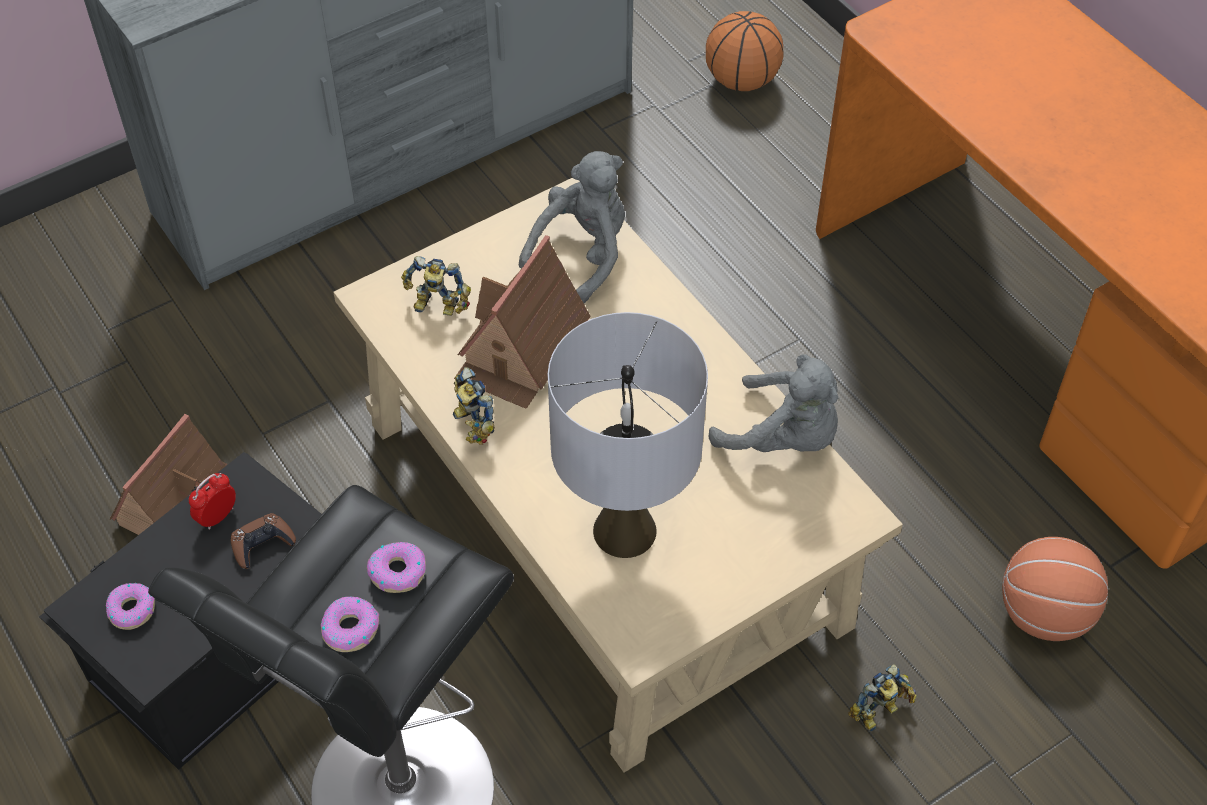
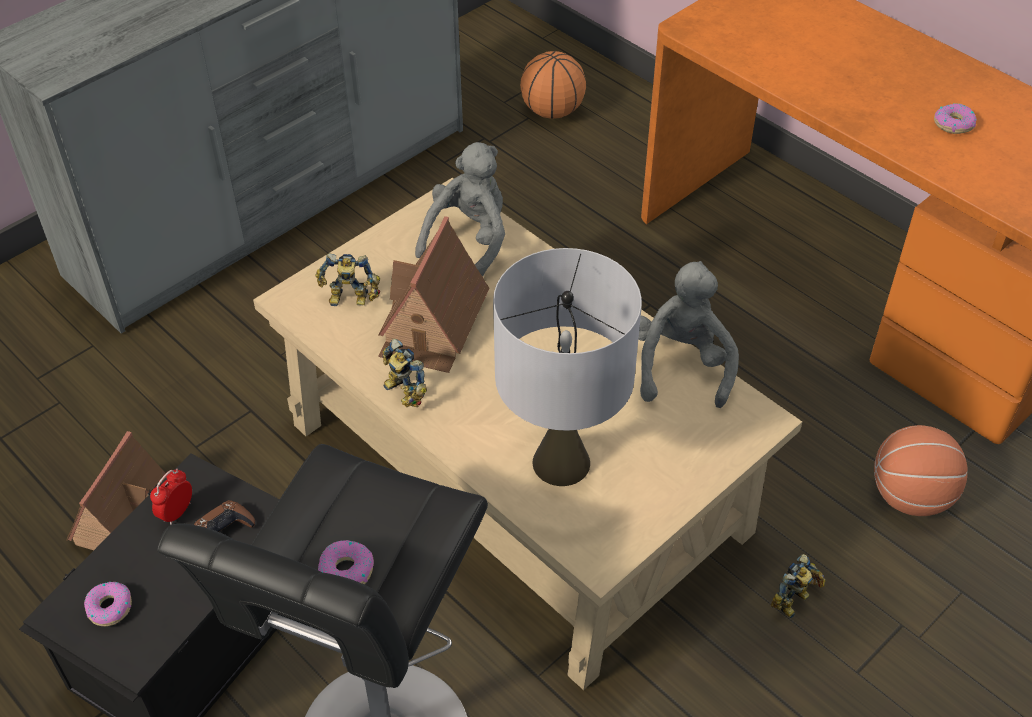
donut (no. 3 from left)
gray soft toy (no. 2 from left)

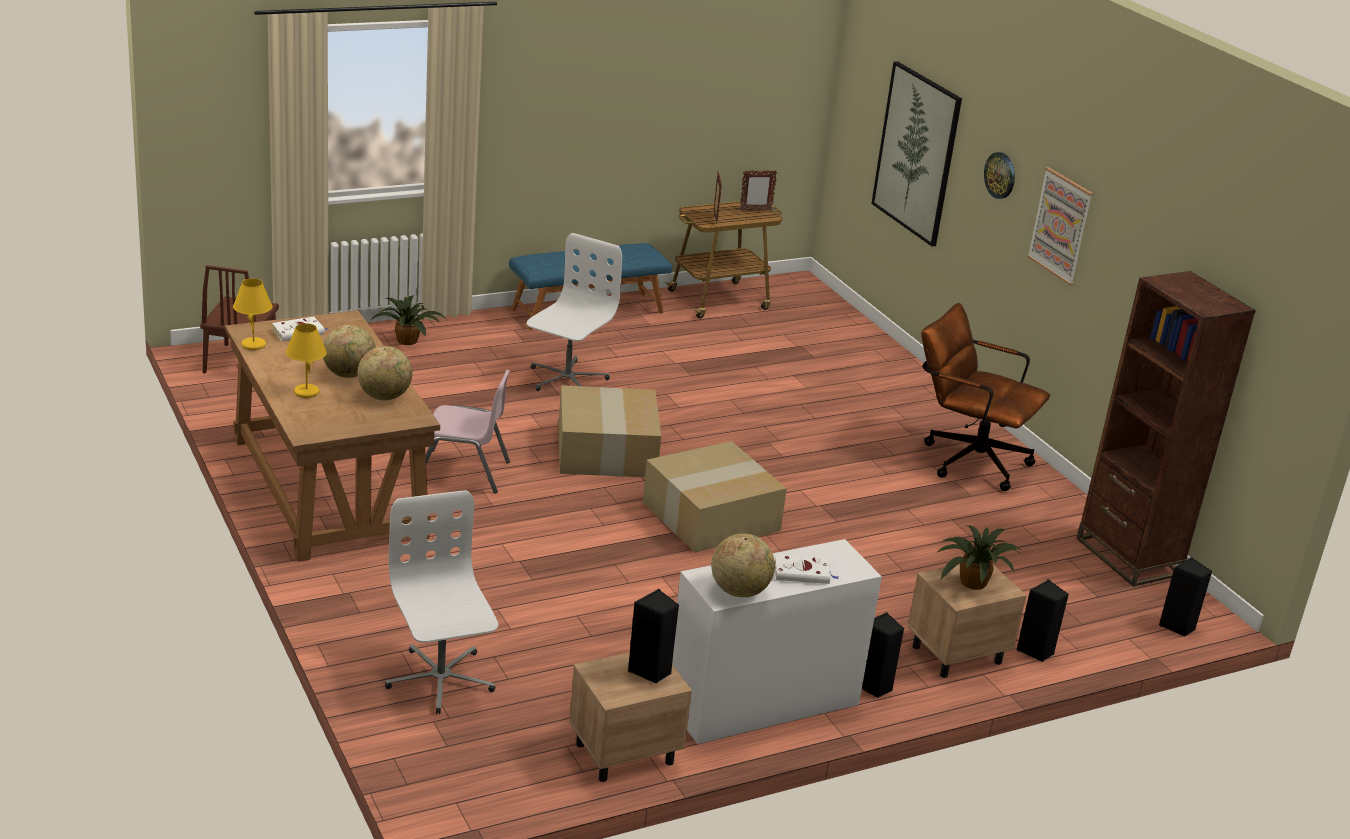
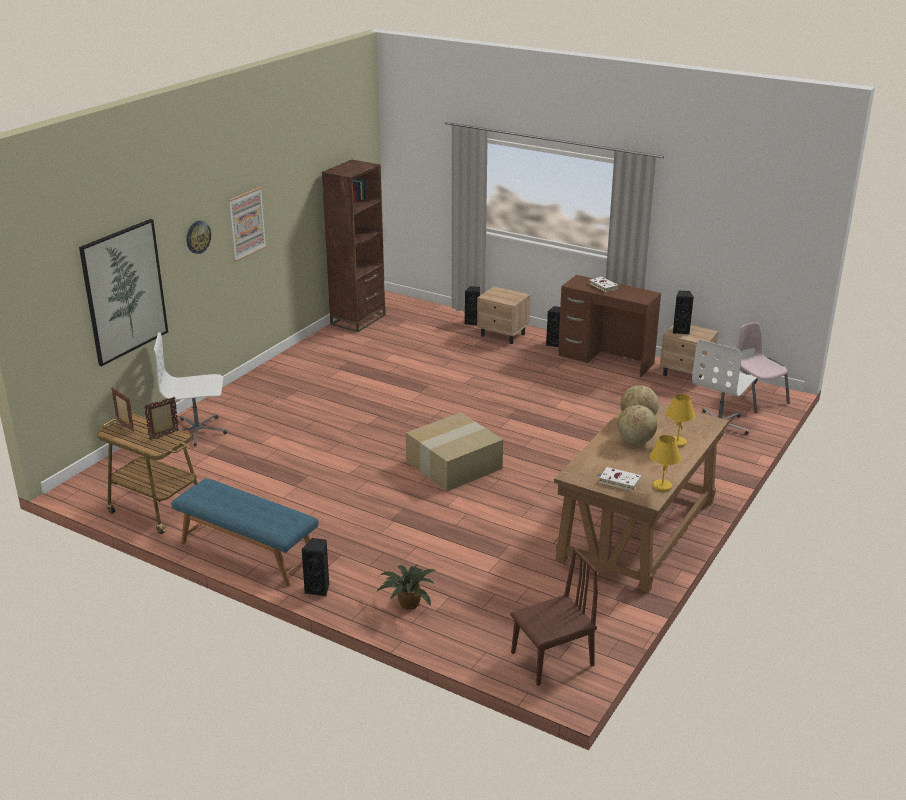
carton (no. 2 from left in the first image)
world globe (no. 3 from left in the first image)
brown-coloured computer chair
houseplant (no. 2 from left in the first image)
pink plain chair
white computer chair (no. 1 from left)
blackish loudspeaker (no. 1 from left)
brown-coloured desk unit (no. 1 from left)

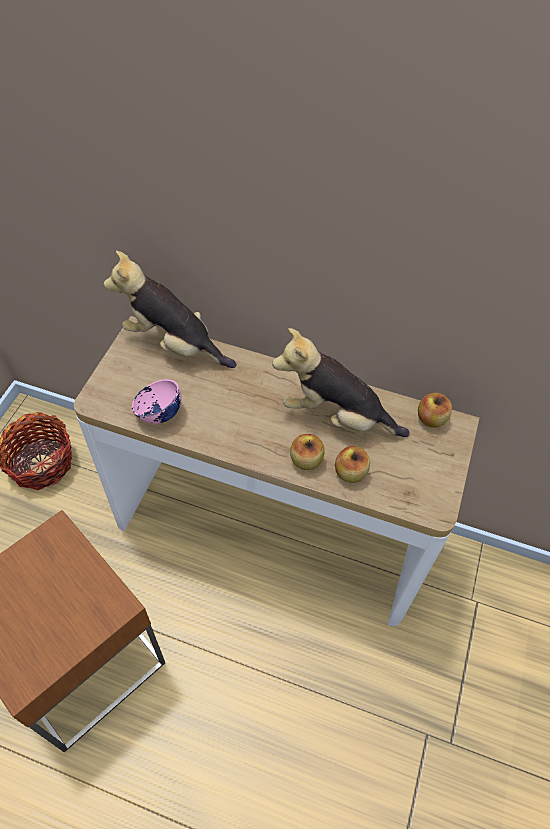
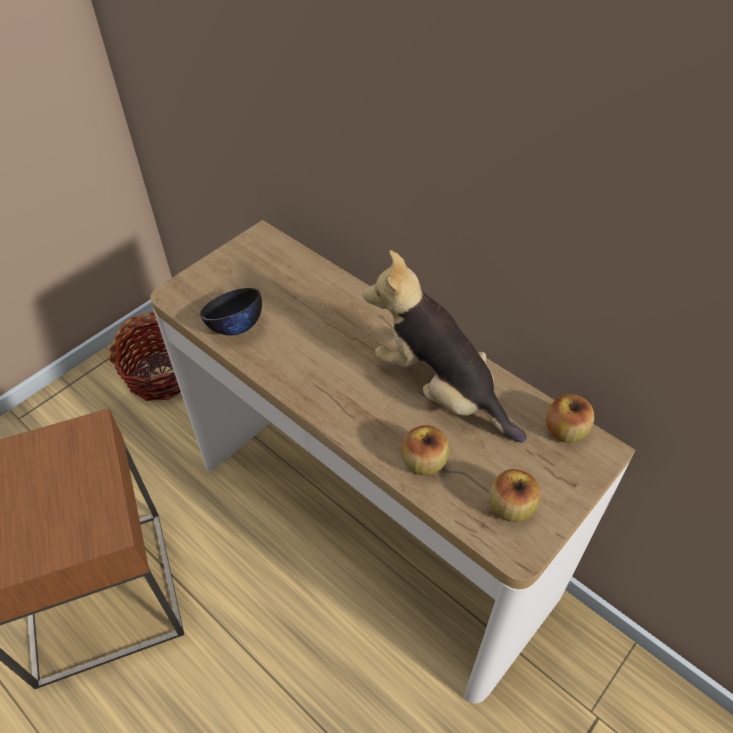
soft toy (no. 1 from left in the first image)
apple (no. 2 from left)
blackish bowl

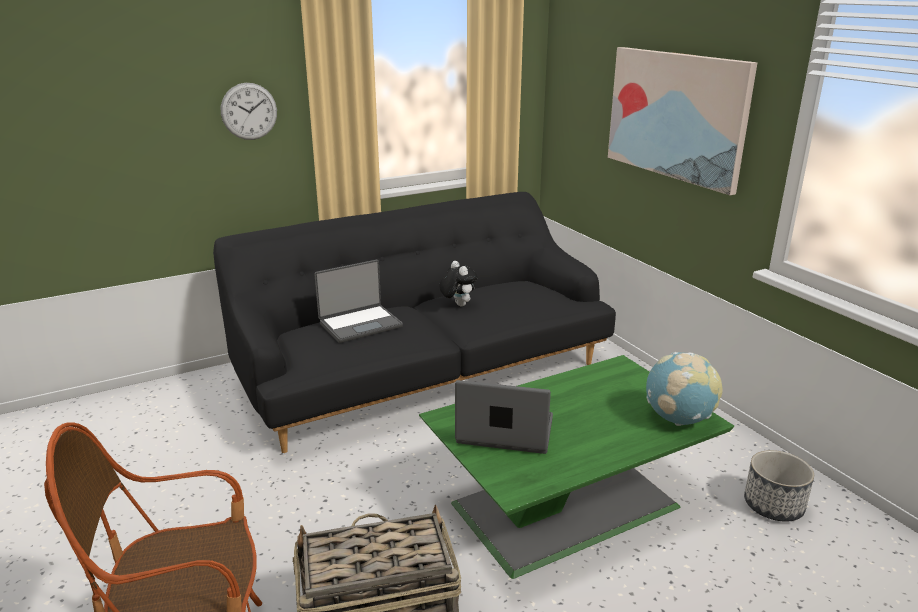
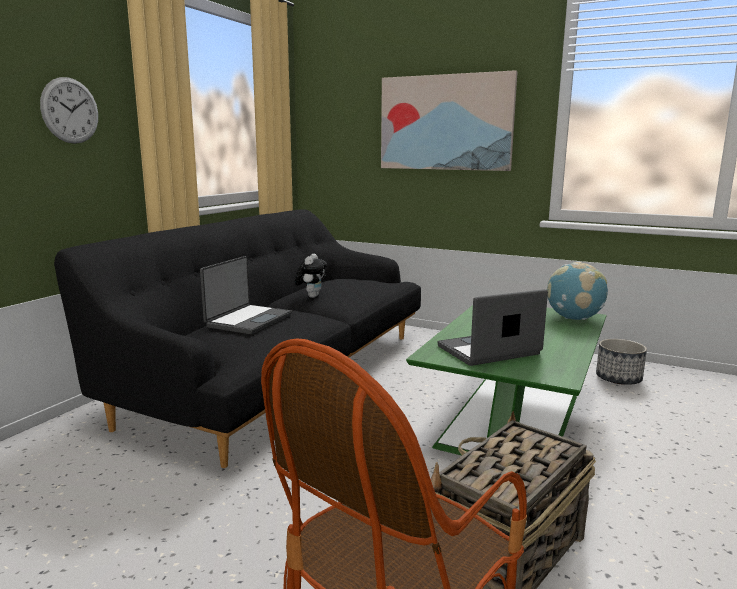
soft toy

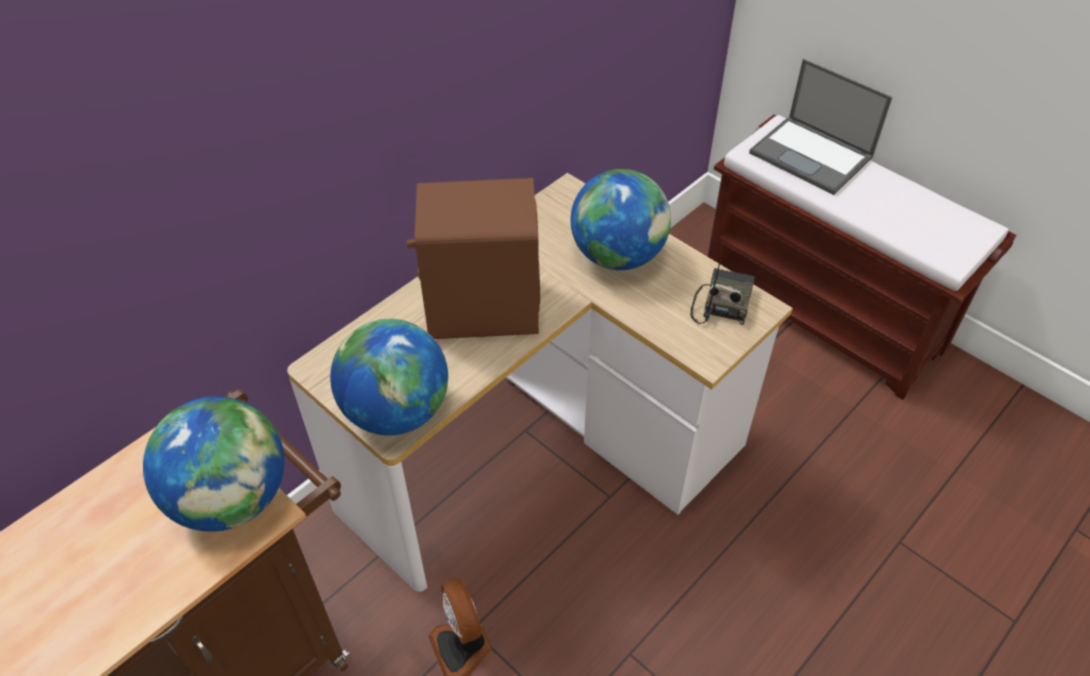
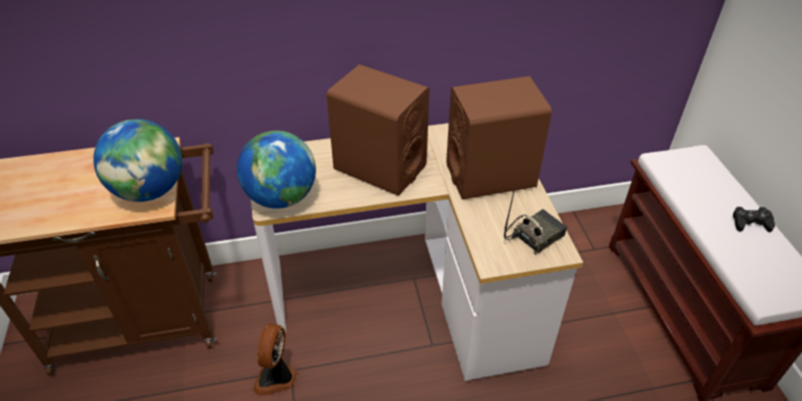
portable computer
blackish joypad
brown-coloured loudspeaker (no. 2 from left)

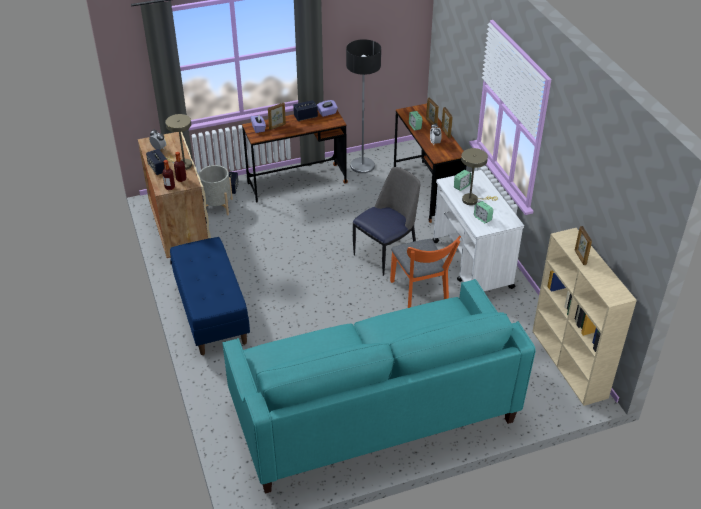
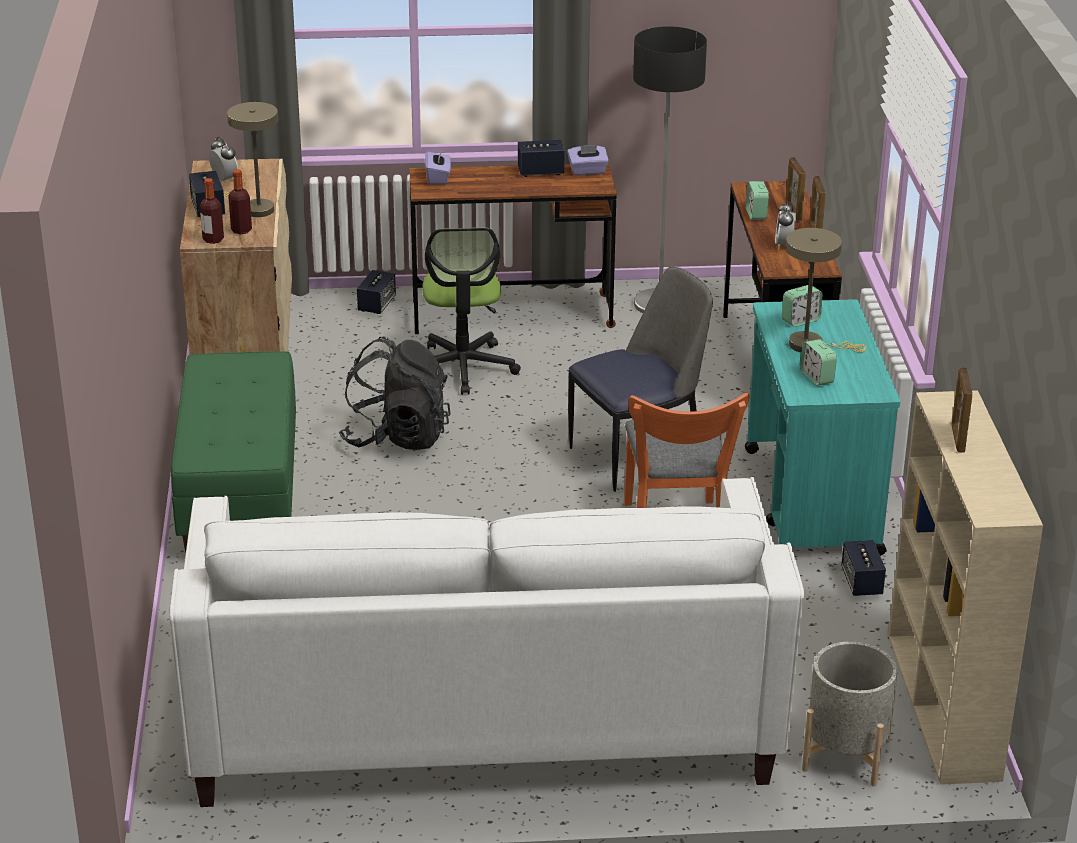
picture frame (no. 1 from left in the first image)
blackish knapsack
computer chair
loudspeaker (no. 4 from left)
gray plant pot
greenish long seat
white settee
turquoise trolley

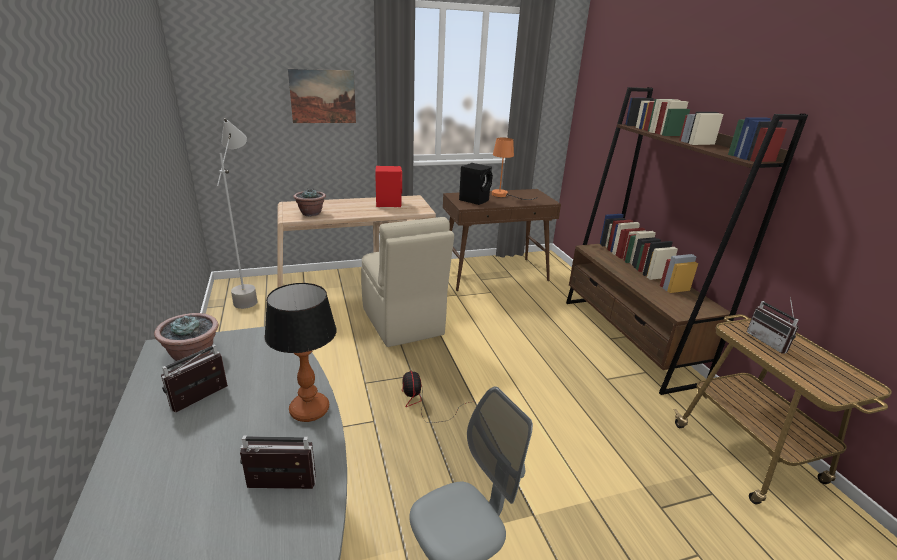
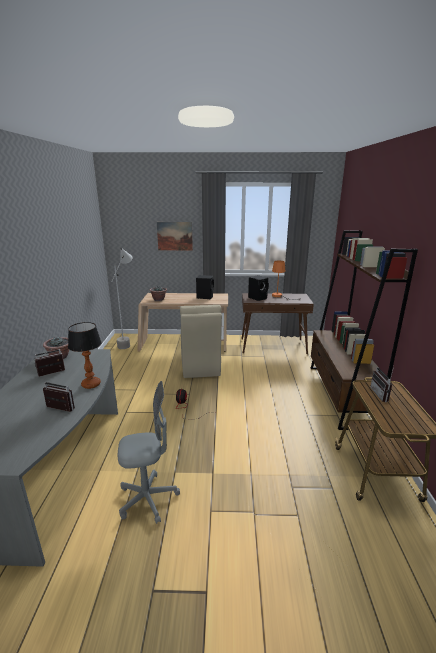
blackish loudspeaker (no. 1 from left)

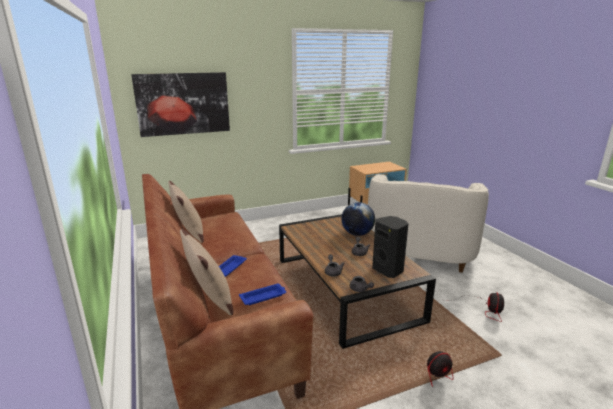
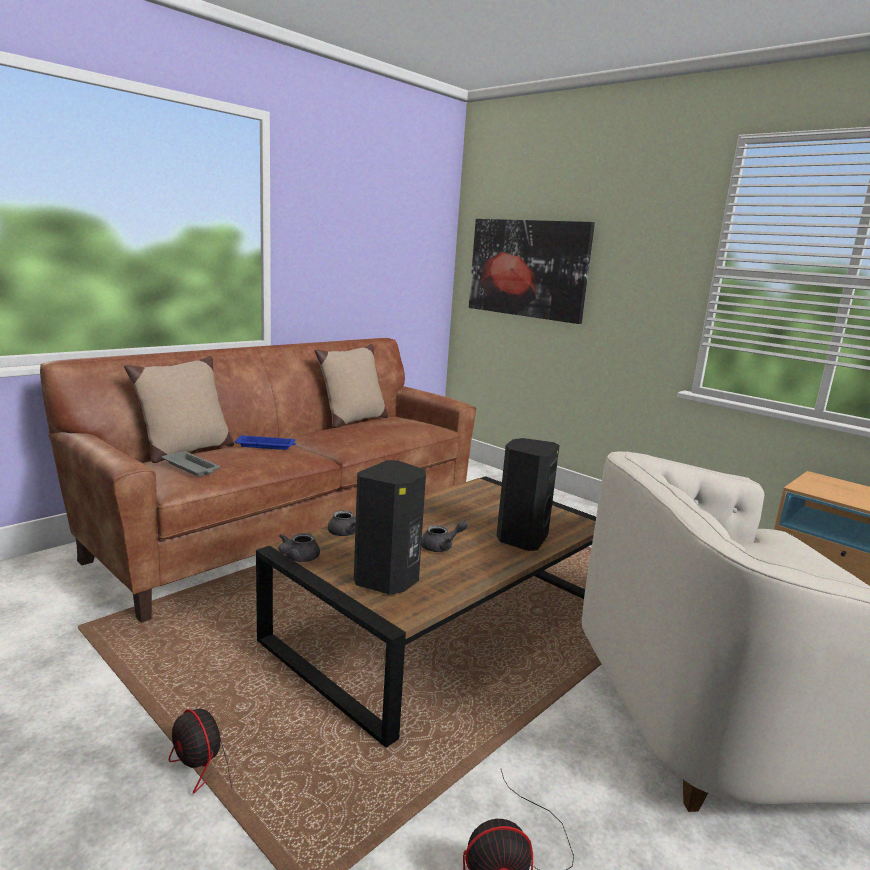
blackish loudspeaker (no. 2 from left)
gray serving tray

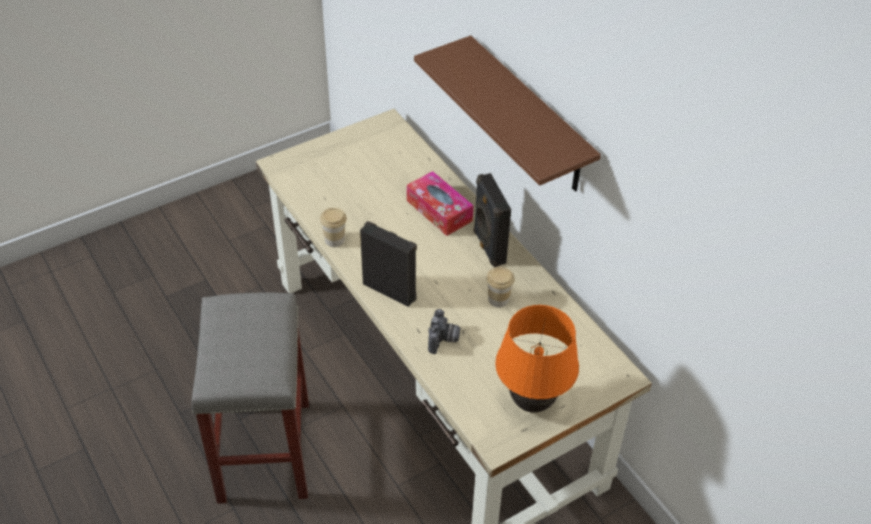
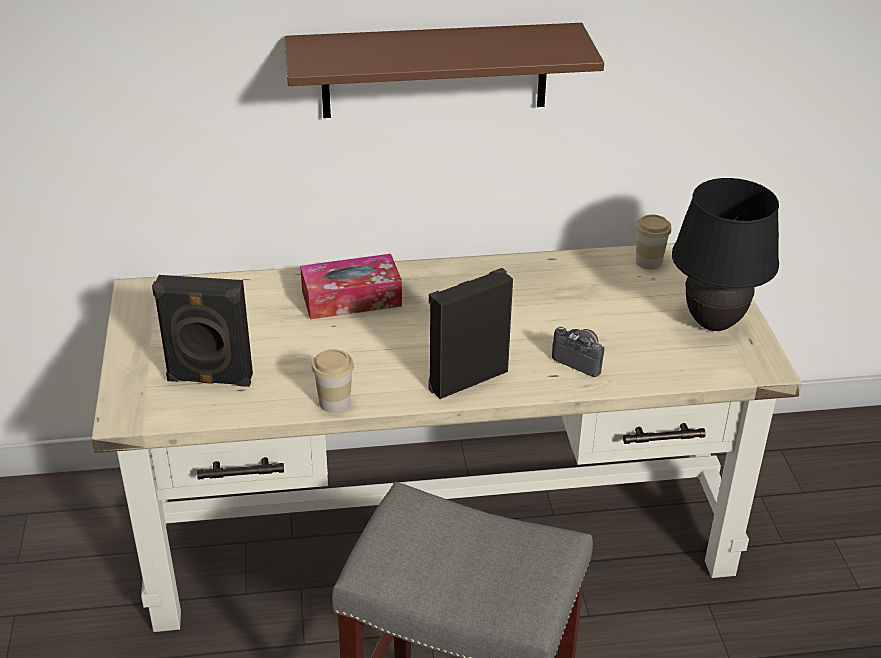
blackish loudspeaker (no. 1 from left)
cup (no. 2 from left)
blackish table lamp

